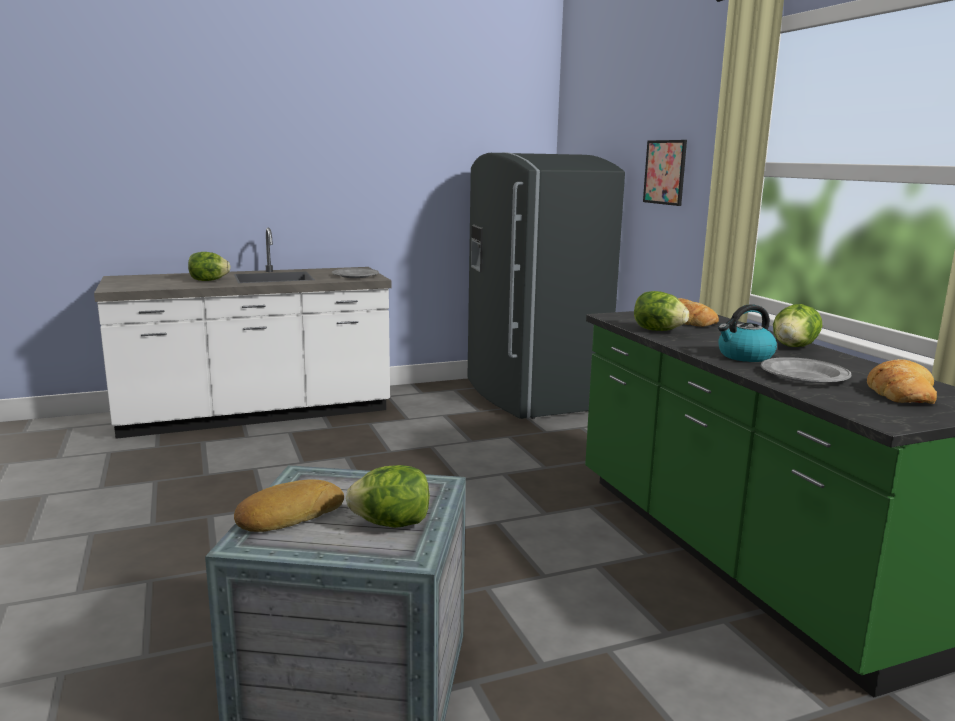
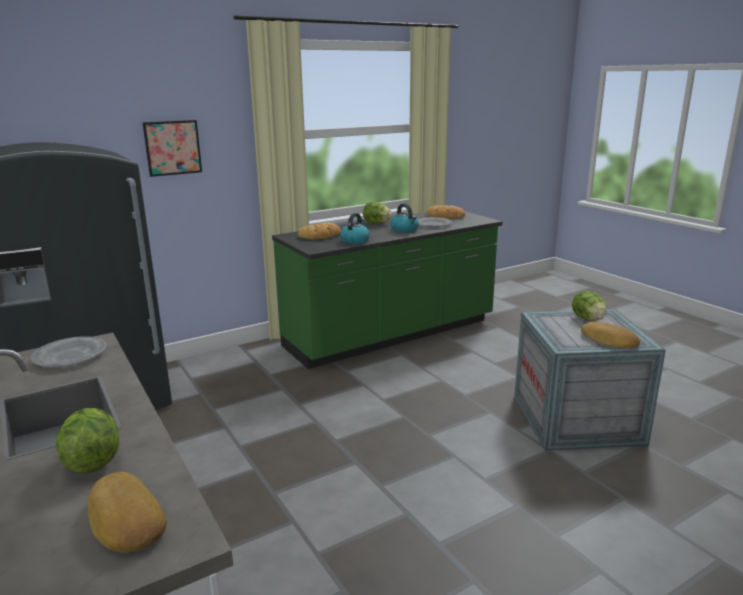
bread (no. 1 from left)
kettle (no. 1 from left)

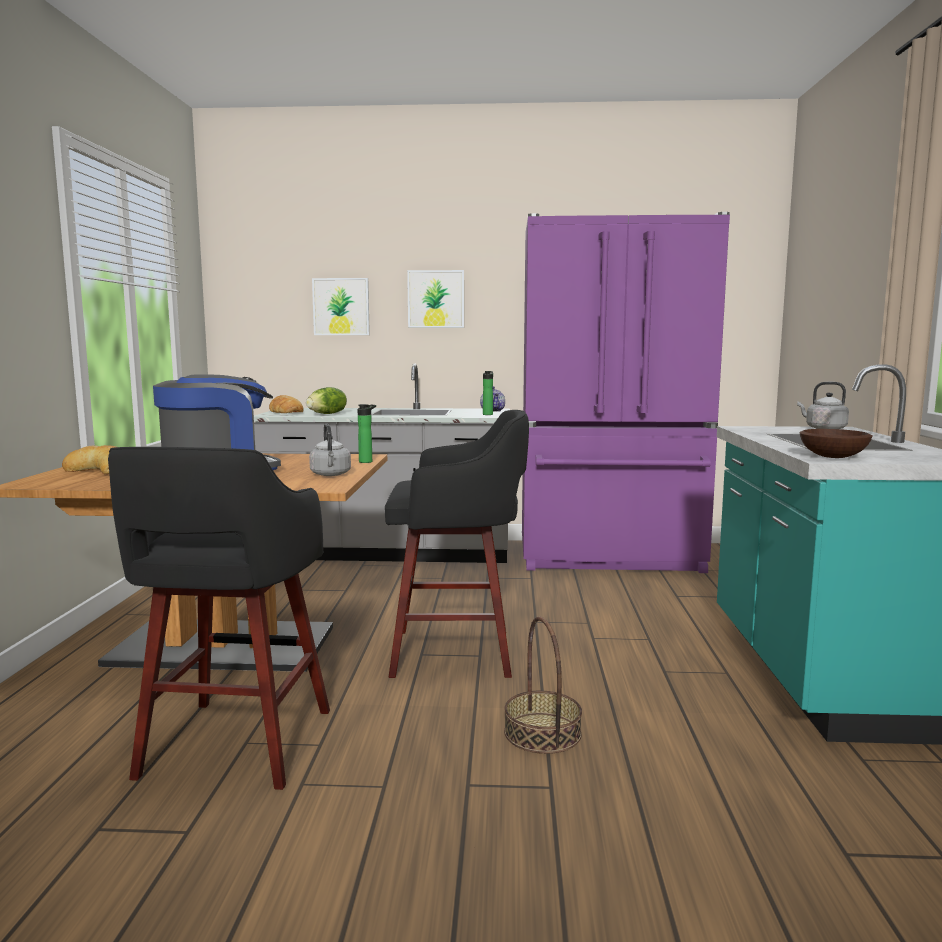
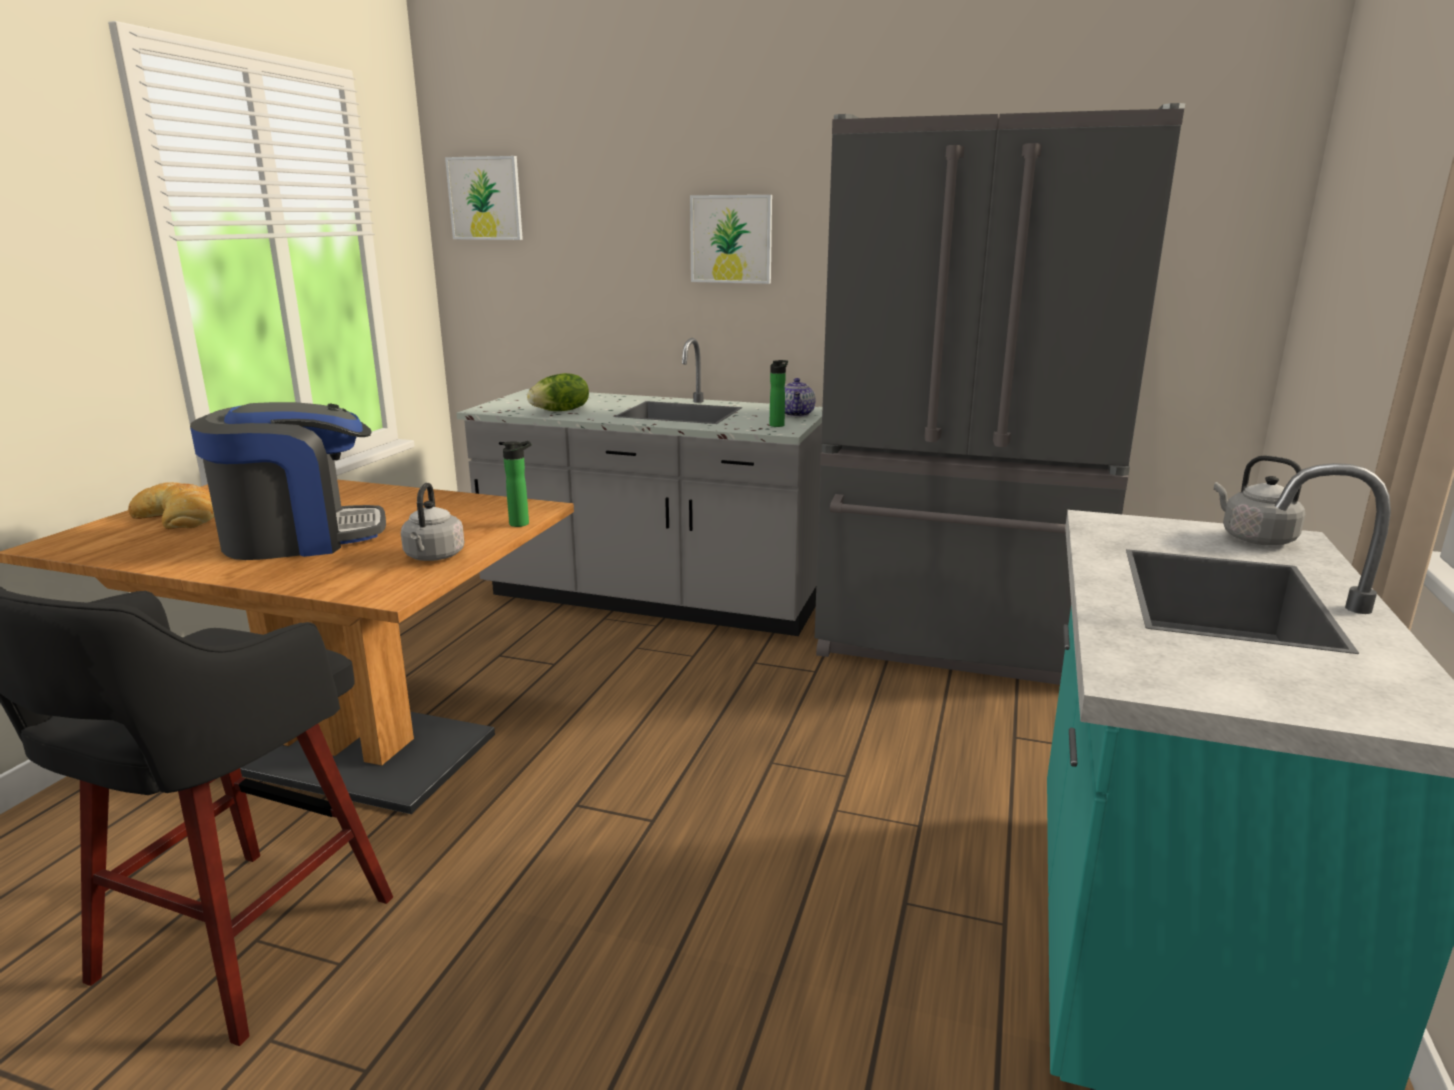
bread (no. 2 from left in the first image)
blackish stool seat (no. 2 from left in the first image)
basket
brown-coloured bowl
picture (no. 1 from left)
gray fridge

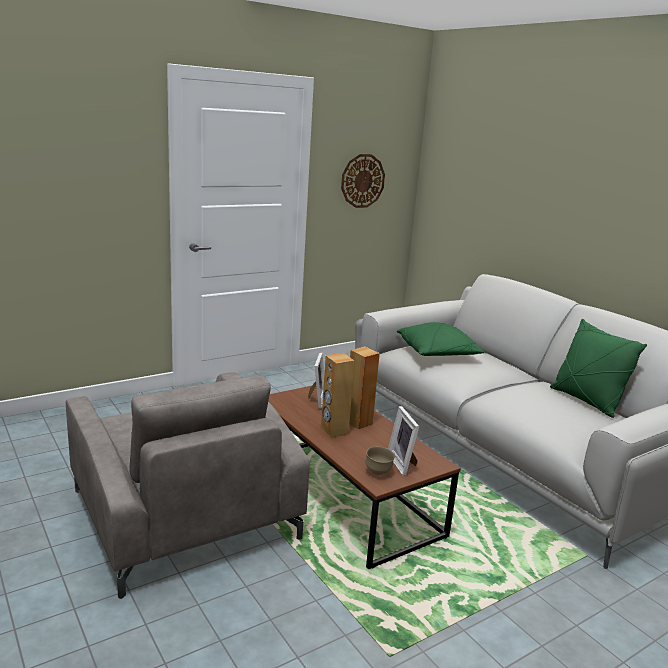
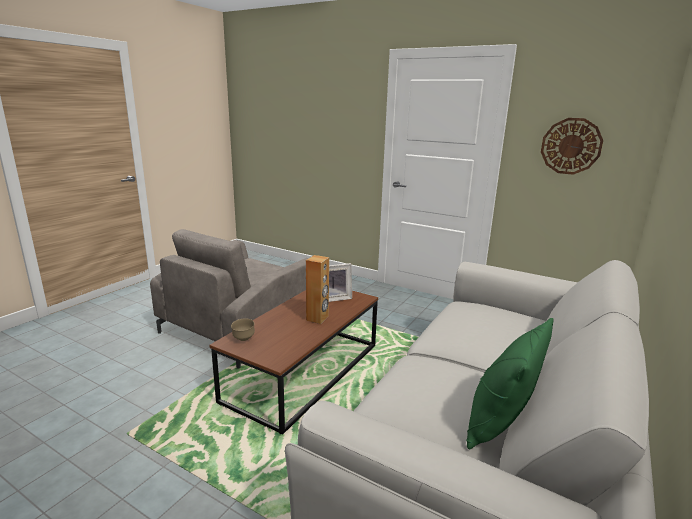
brown-coloured loudspeaker (no. 1 from left in the first image)
picture frame (no. 2 from left in the first image)
greenish throw pillow (no. 1 from left in the first image)

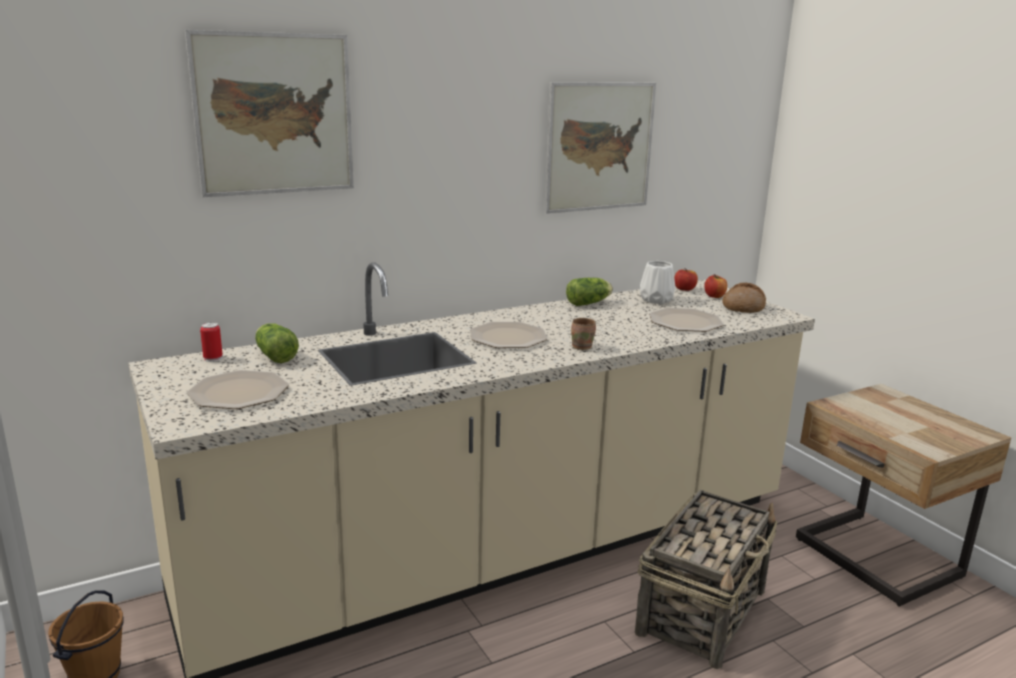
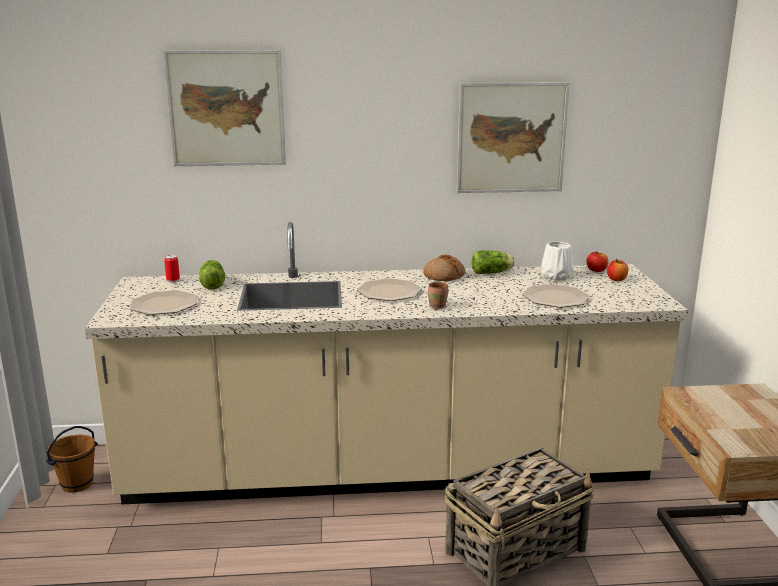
bread

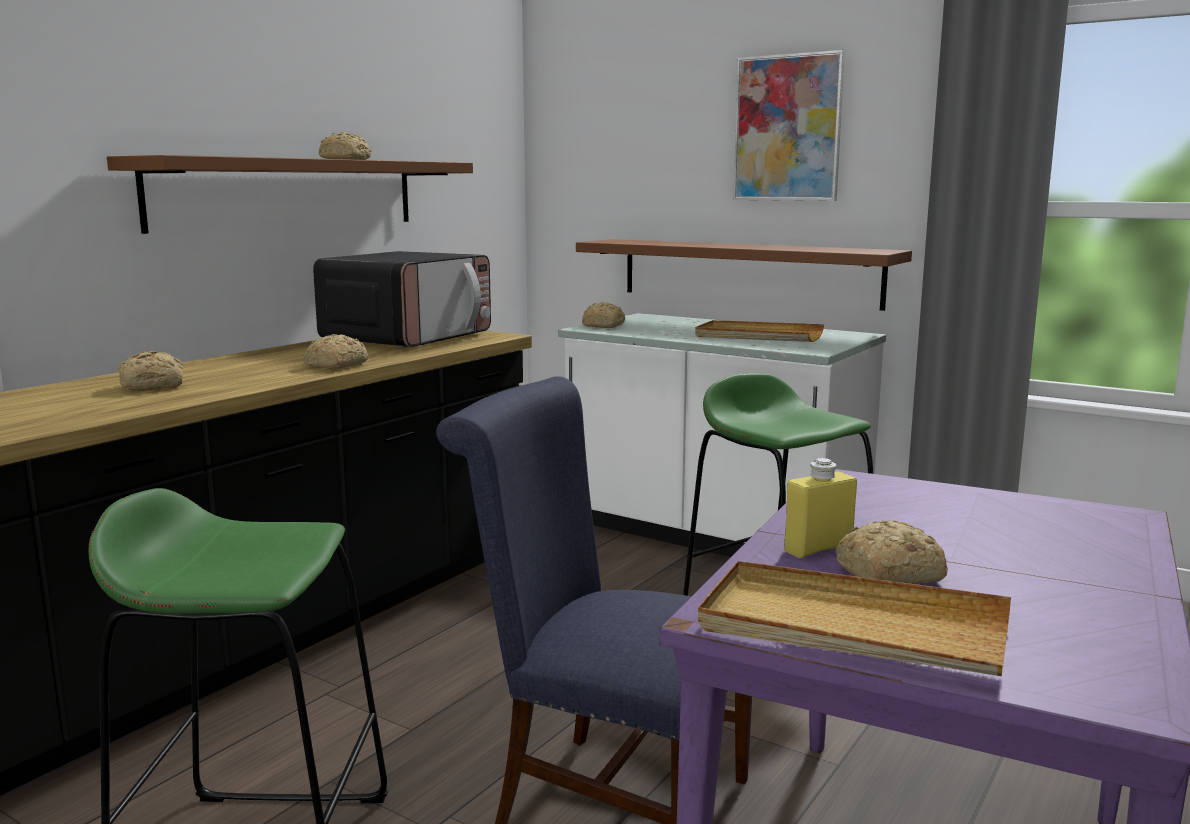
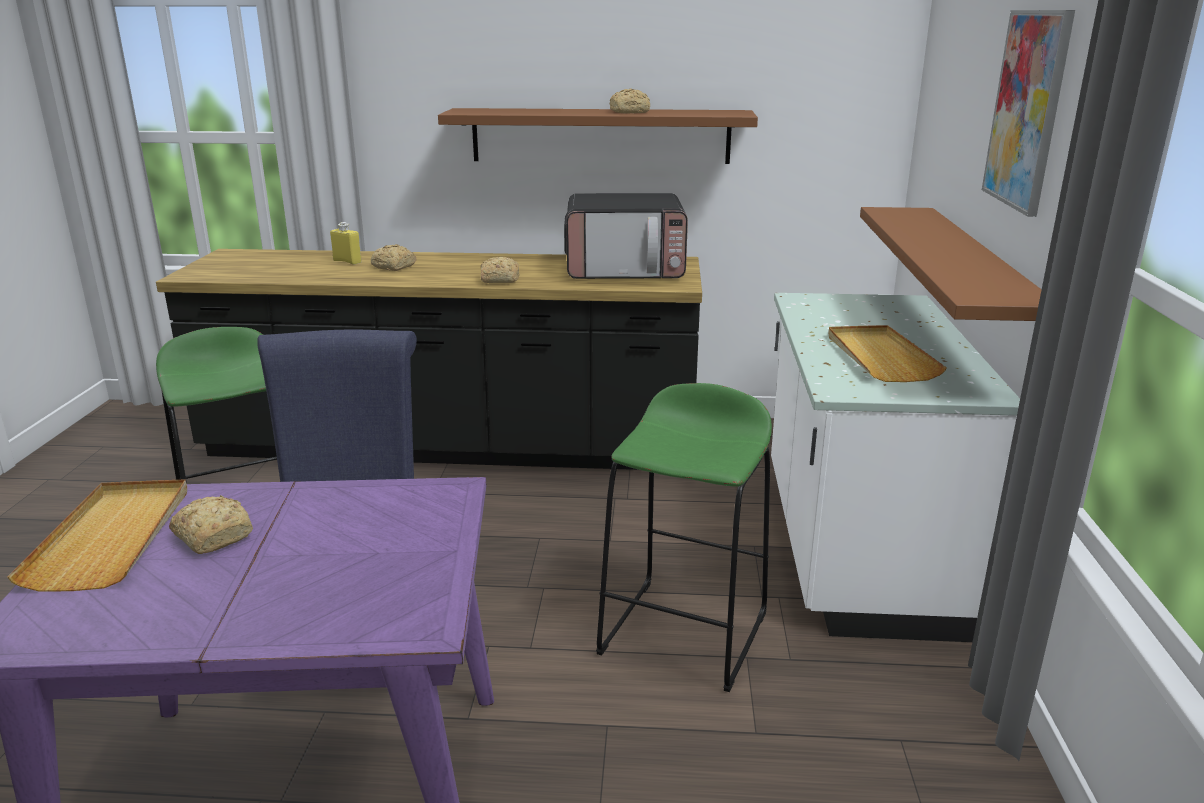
bread (no. 4 from left in the first image)
yellow beverage bottle

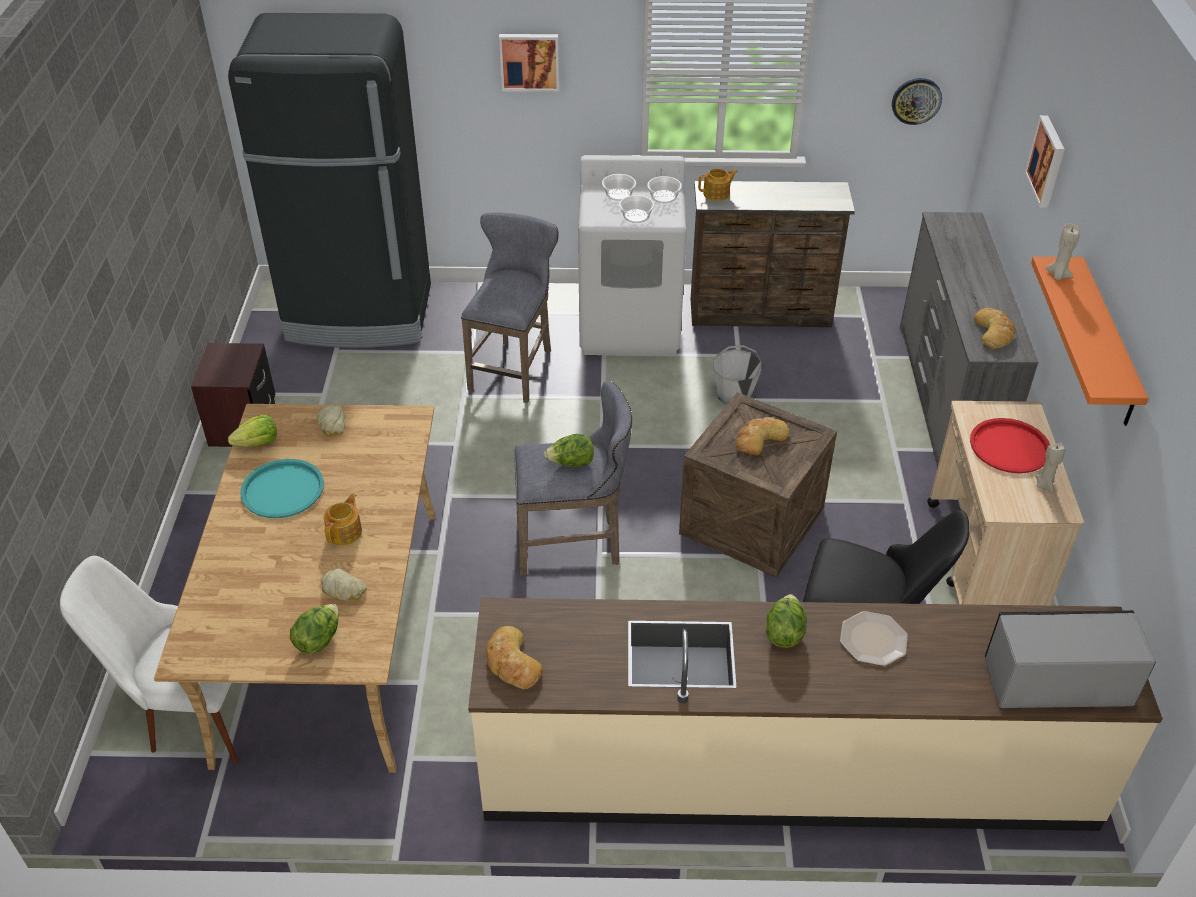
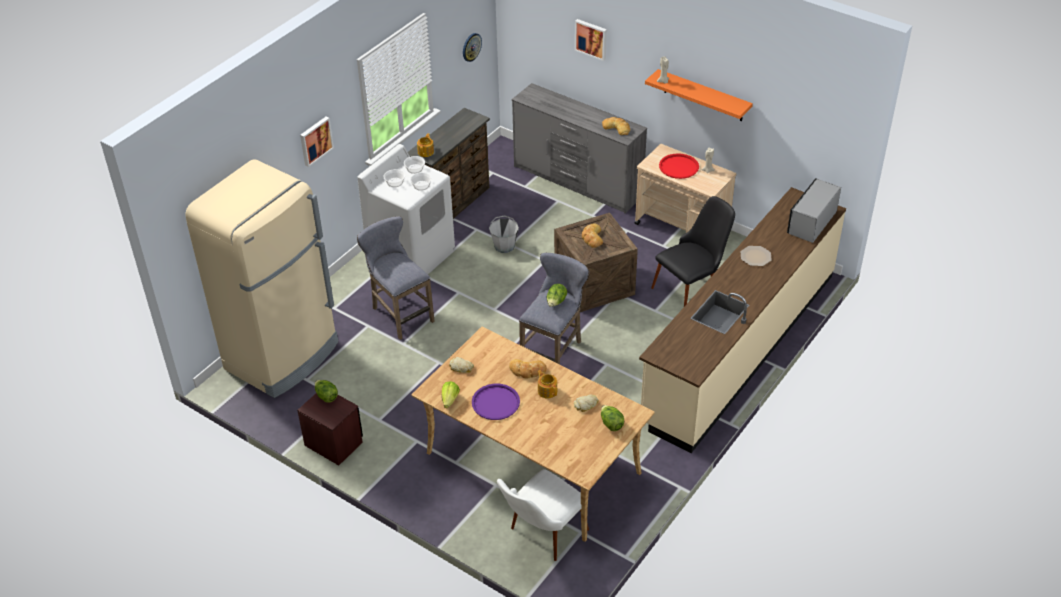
bread (no. 2 from left)
head of lettuce (no. 1 from left)
beige-coloured fridge
purplish serving tray

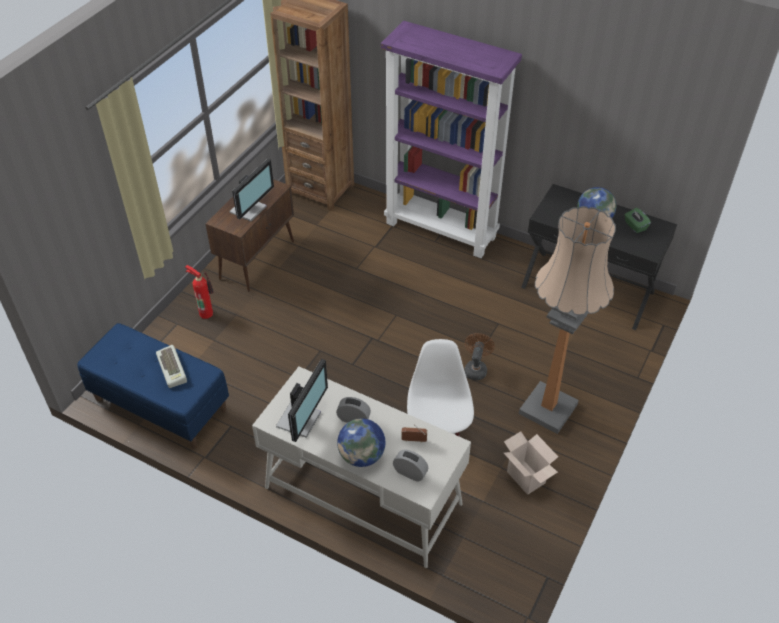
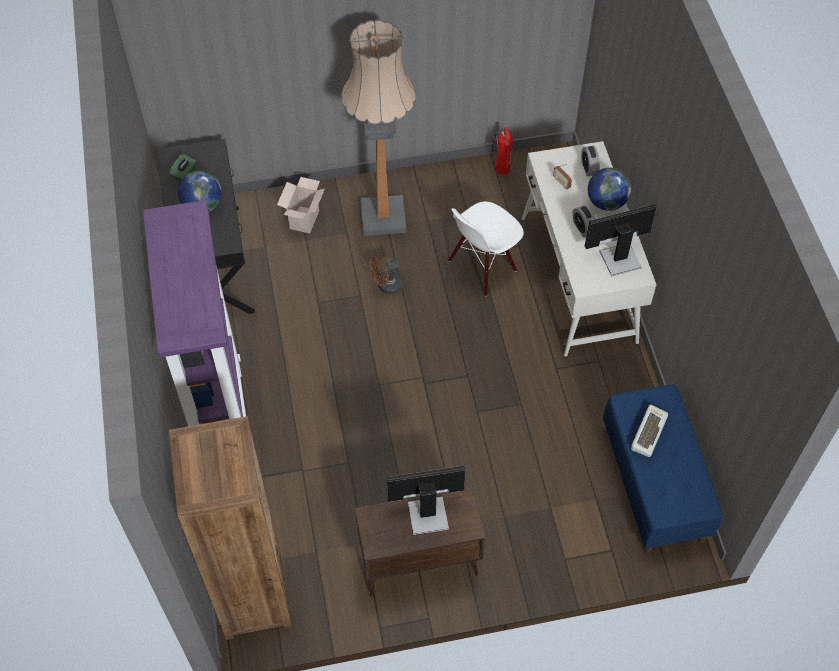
fire extinguisher
carton

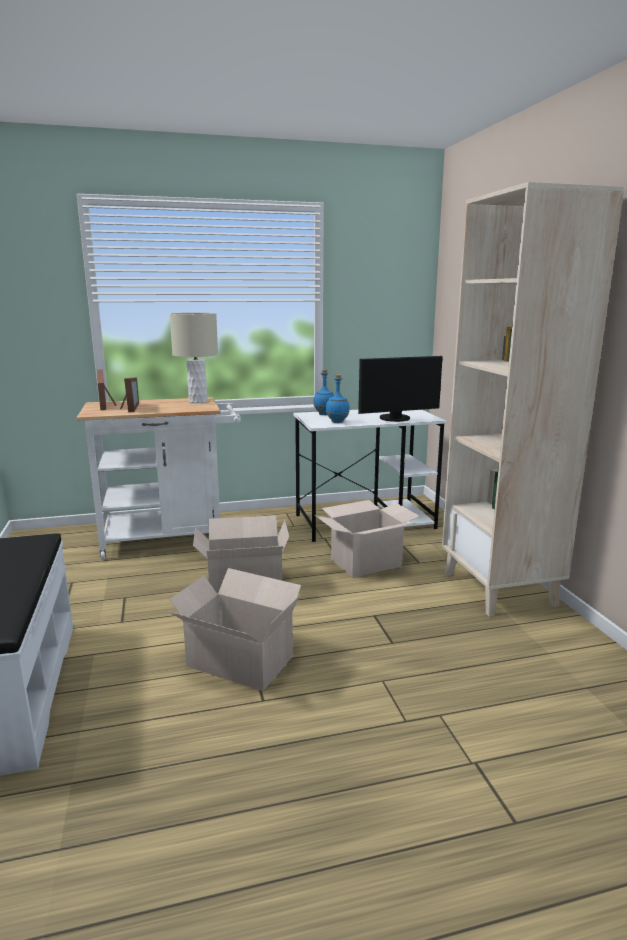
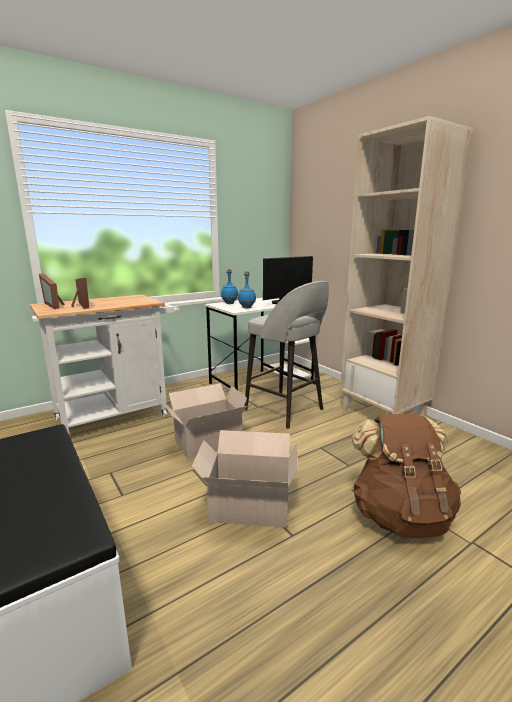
beige-coloured table lamp
brown-coloured knapsack
gray stool seat

